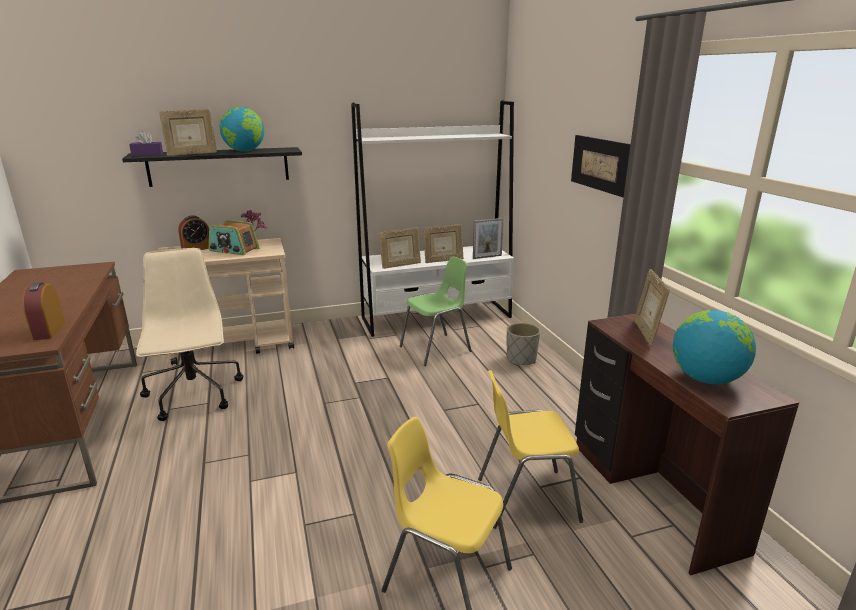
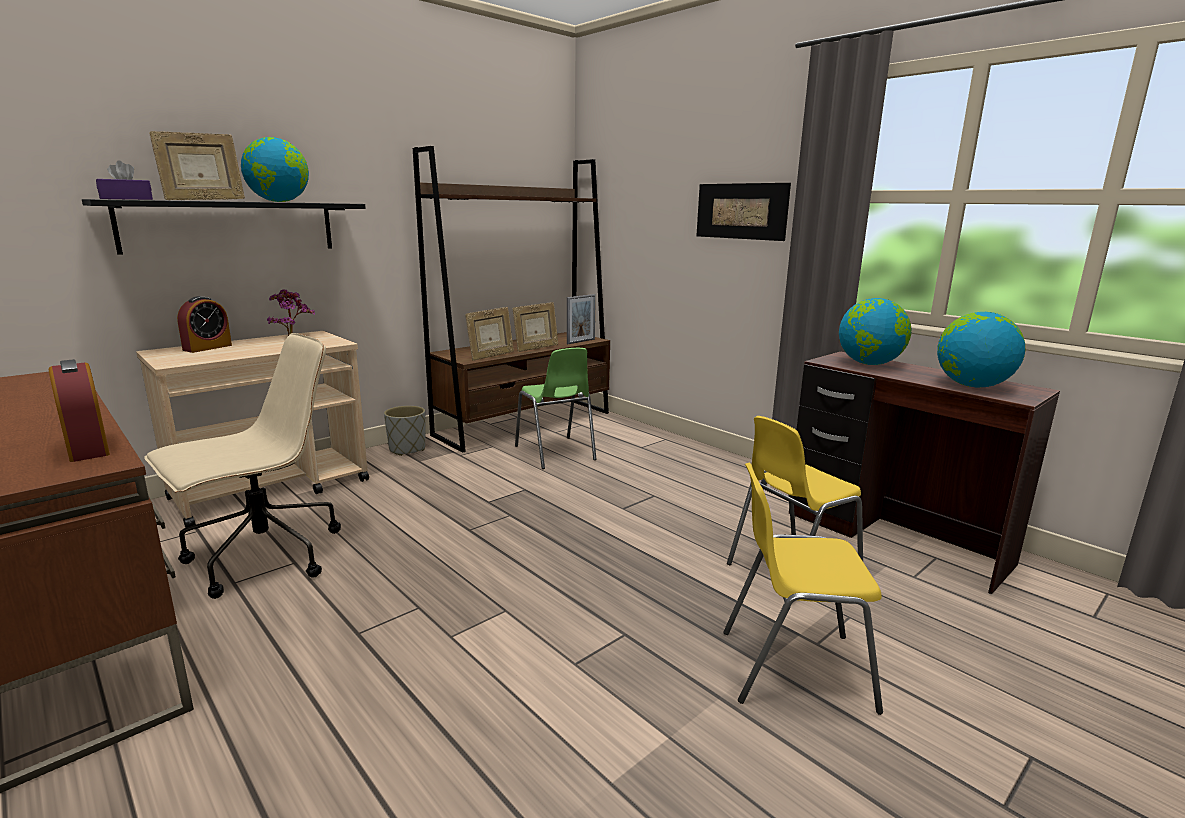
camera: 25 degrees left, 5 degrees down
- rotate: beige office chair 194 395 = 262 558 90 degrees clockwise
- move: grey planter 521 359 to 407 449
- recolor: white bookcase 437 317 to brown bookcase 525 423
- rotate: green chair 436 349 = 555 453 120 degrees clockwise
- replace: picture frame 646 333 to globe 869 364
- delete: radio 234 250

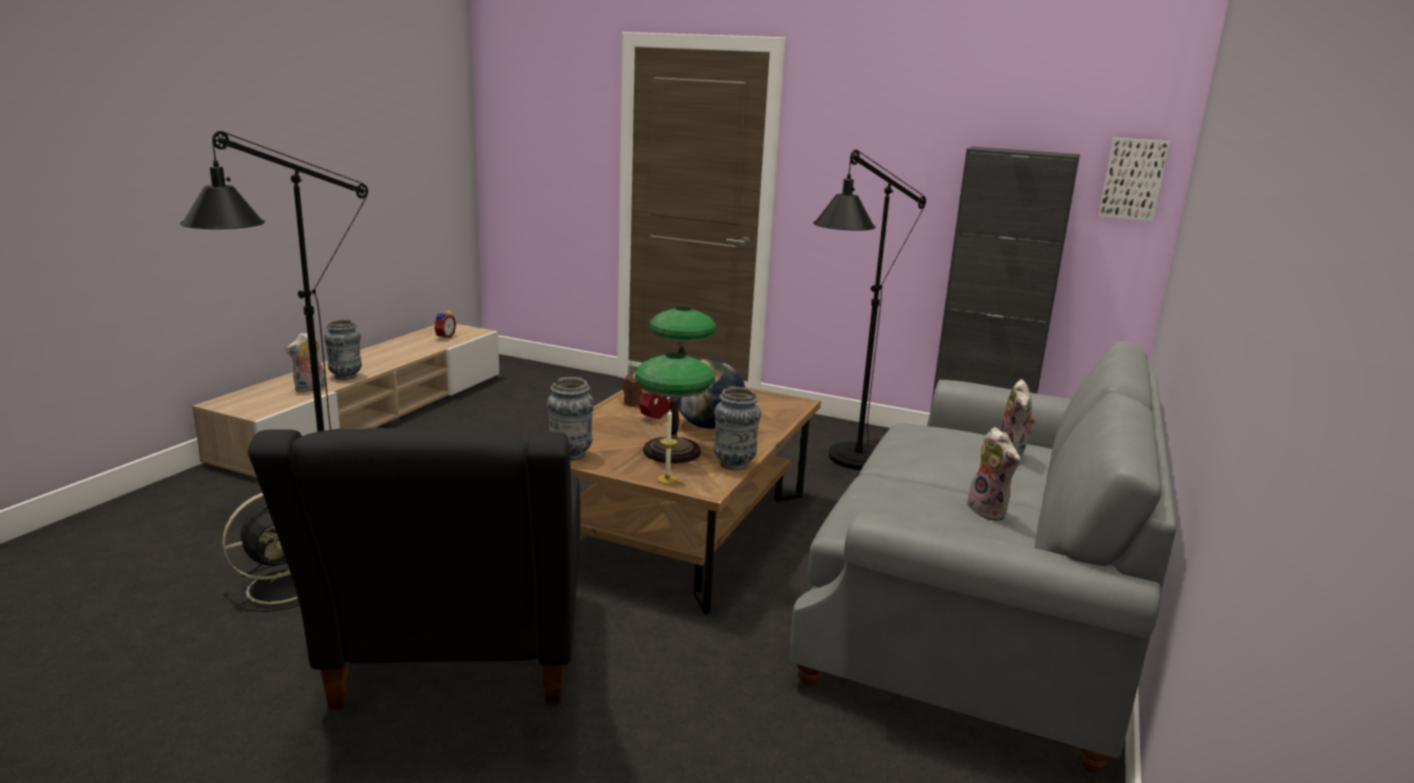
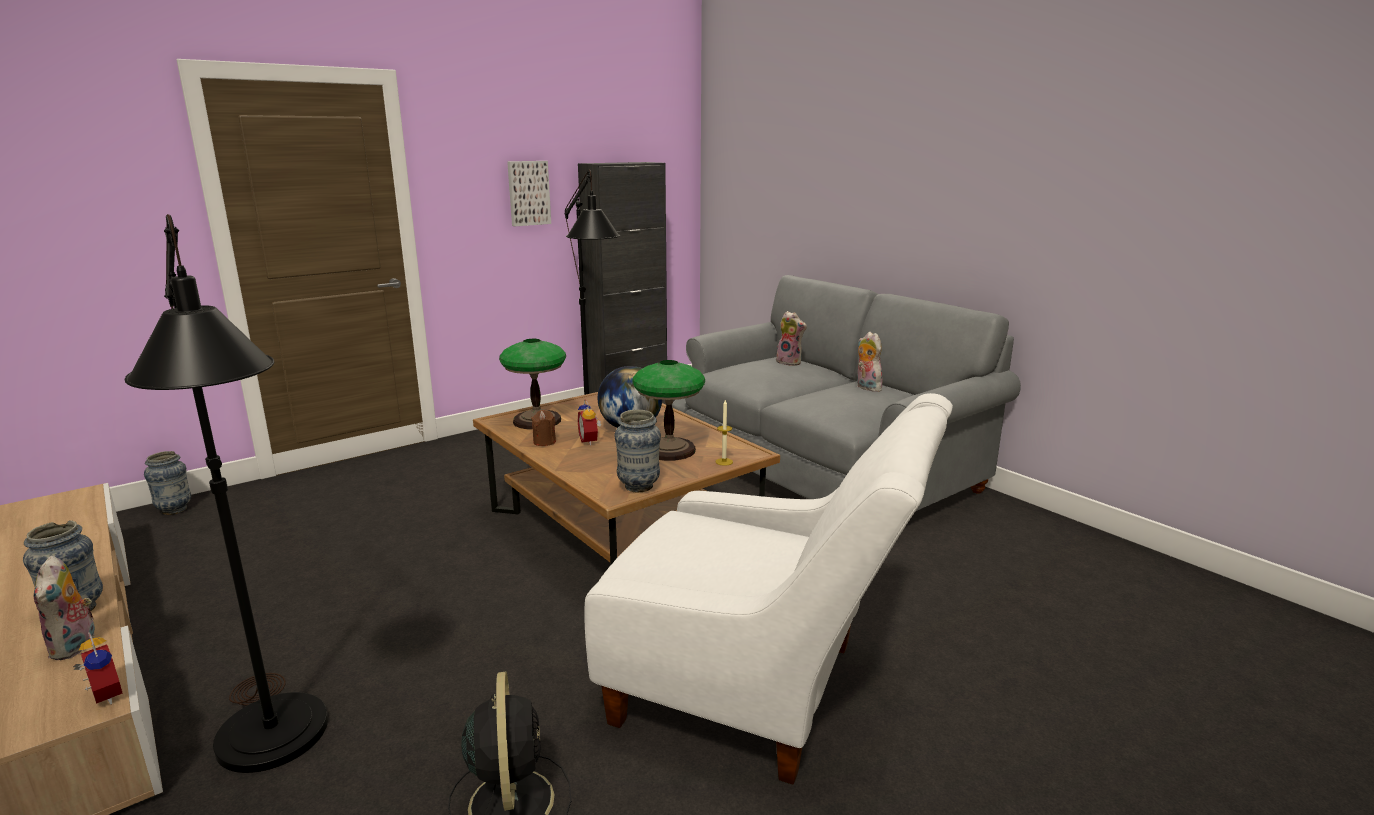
camera: 60 degrees left, 0 degrees up
- move: alarm clock 444 337 to 103 697
- move: vase 734 465 to 174 510
- move: picture 1133 179 to 528 193
- recolor: black armchair 456 664 to white armchair 760 690
- rotate: plush toy 989 511 = 866 388 120 degrees counterclockwise

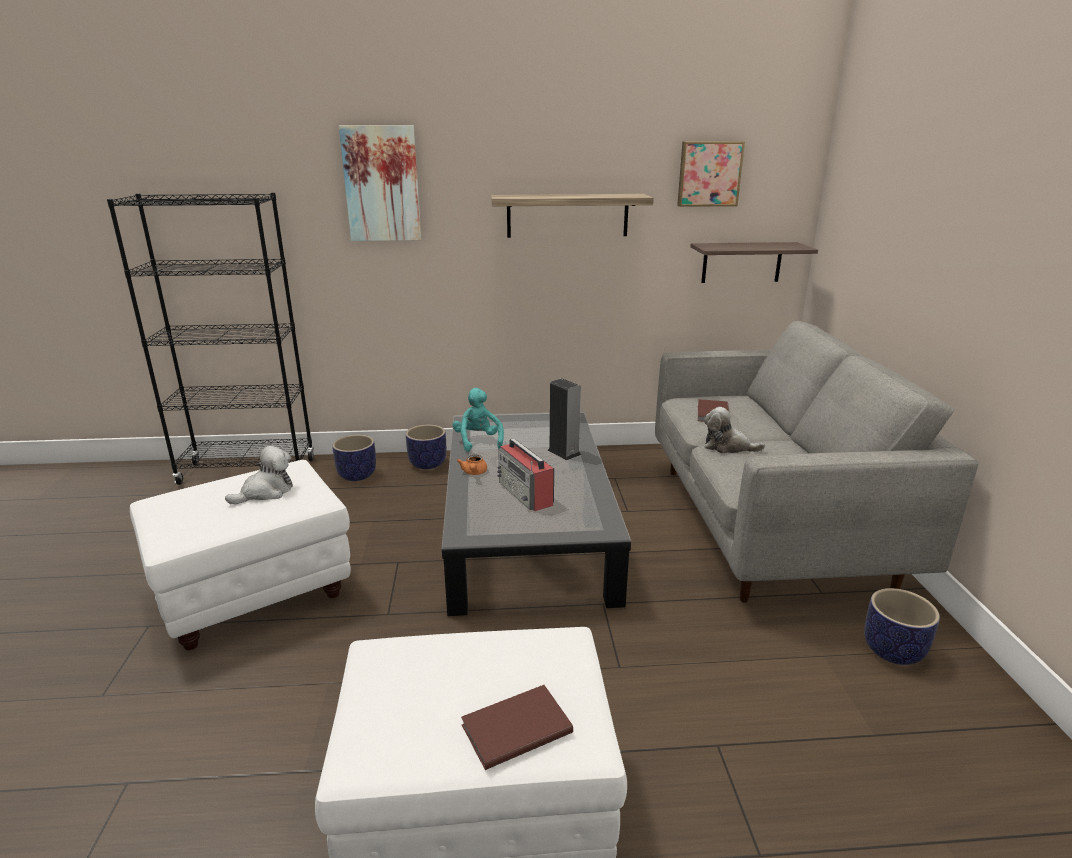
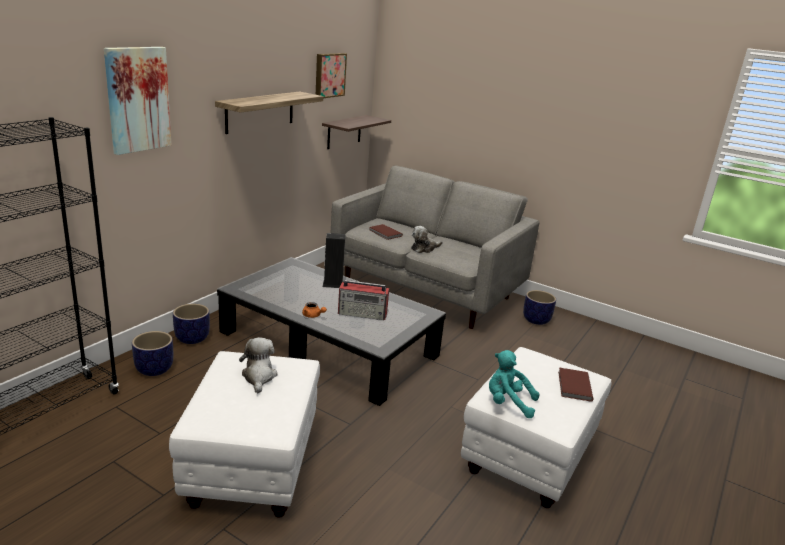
camera: 55 degrees left, 0 degrees up
- move: turquoise plush toy 478 441 to 508 403

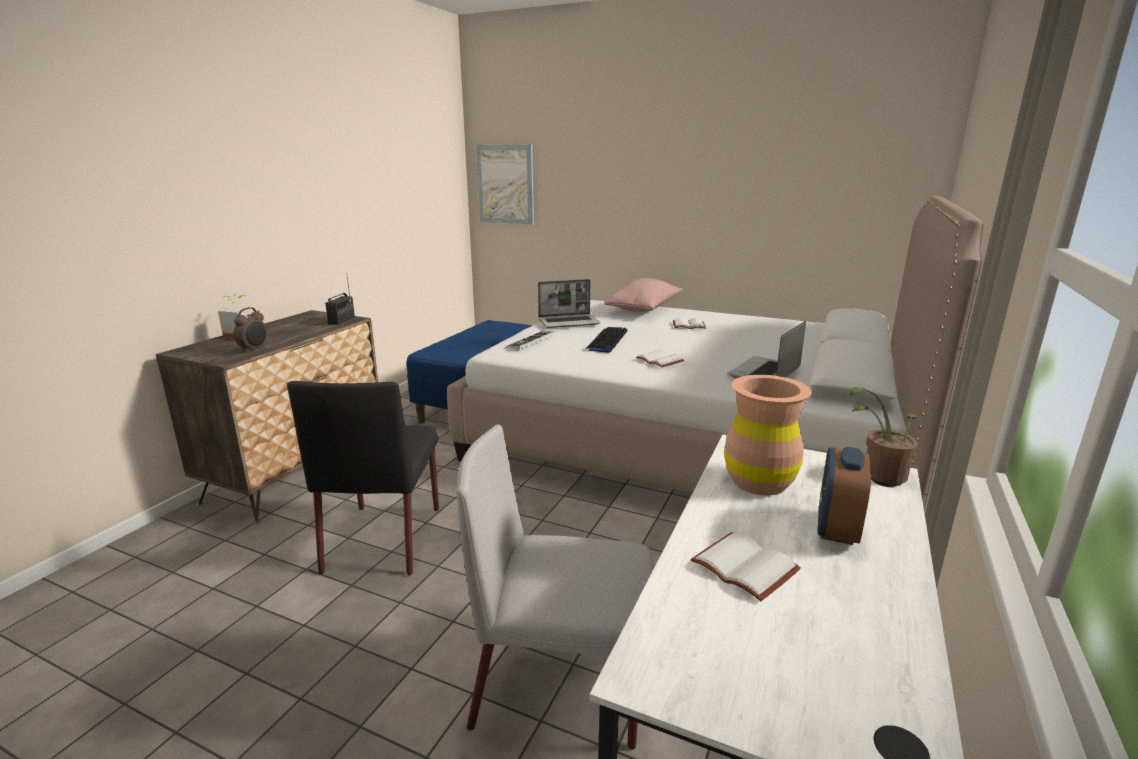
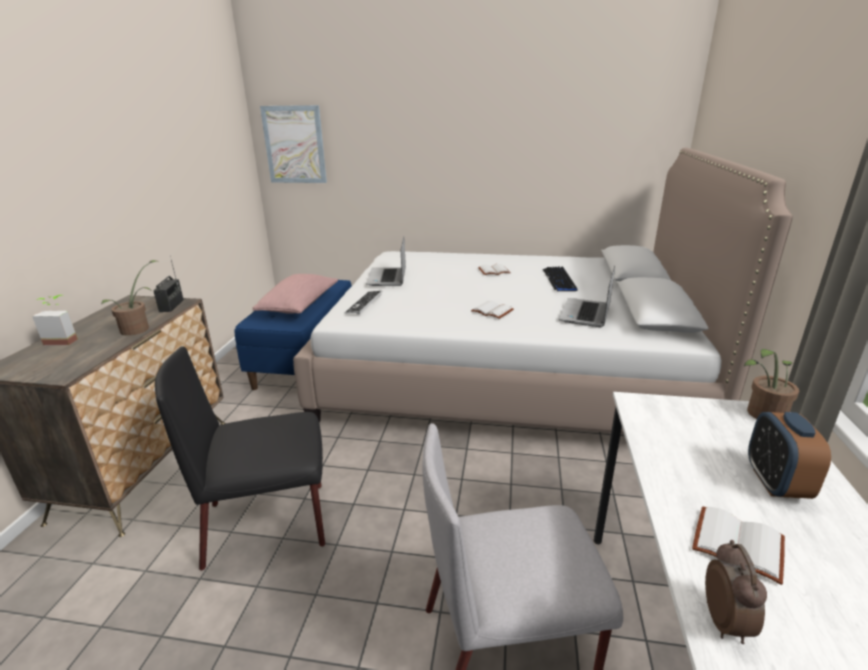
camera: 15 degrees left, 5 degrees up
- insert: potted plant 139 328
- rotate: black chair 384 537 = 269 523 90 degrees clockwise
- move: pink pillow 644 309 to 300 306
- rotate: laptop 569 322 = 387 278 120 degrees clockwise
- move: keyboard 607 341 to 559 280
- move: alarm clock 254 350 to 725 622
- delete: brown vase 759 482

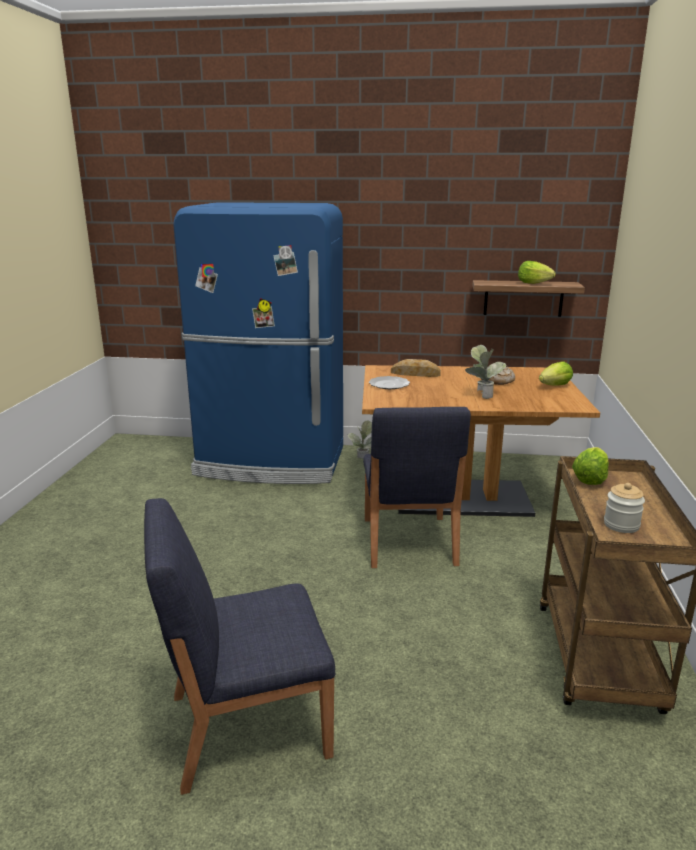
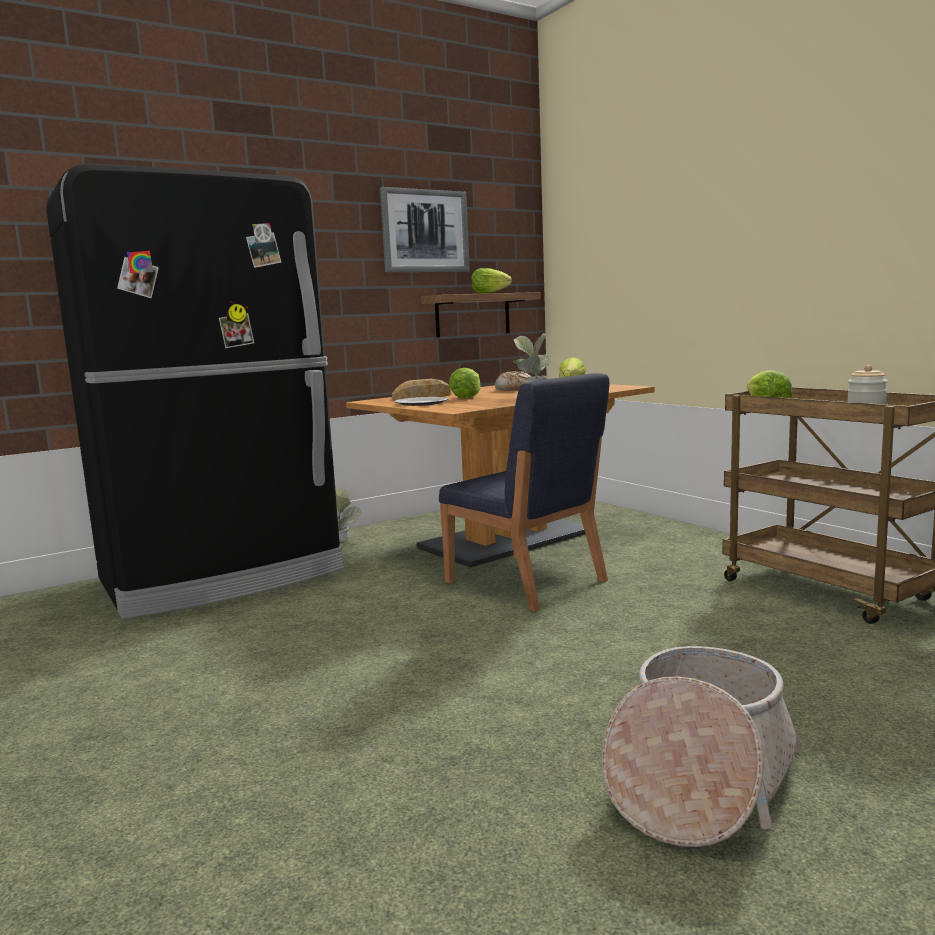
camera: 40 degrees left, 10 degrees down
- recolor: blue fridge 271 462 to black fridge 224 576
- insert: picture 425 231
- insert: lettuce 466 397
- replace: blue chair 246 725 to basket 699 780

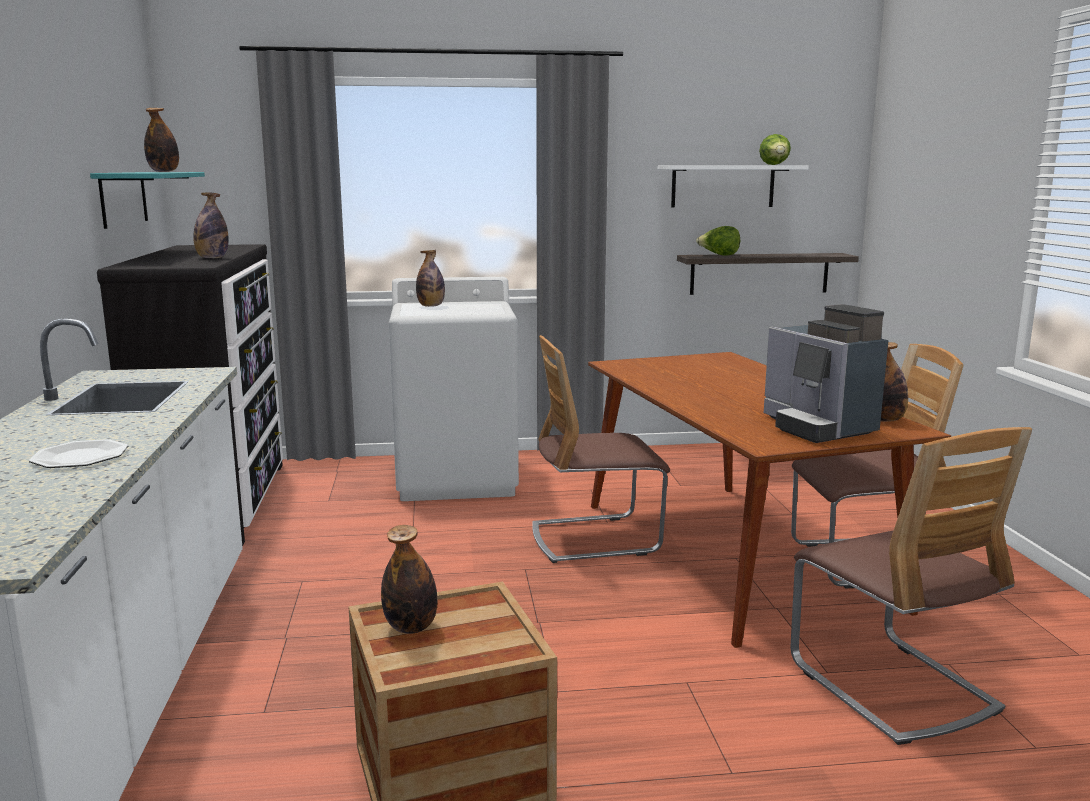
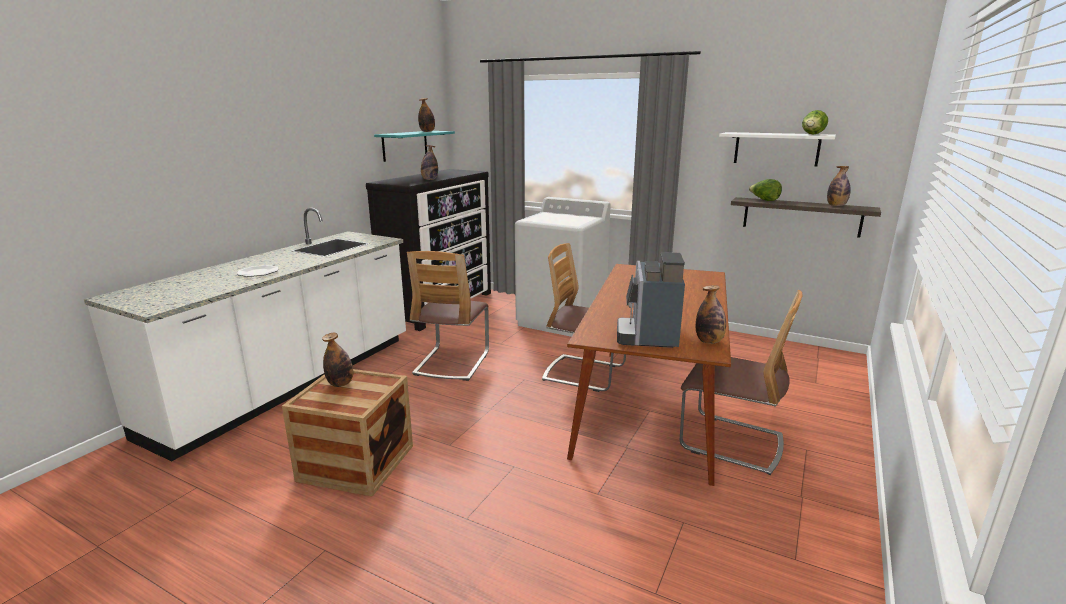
camera: 35 degrees right, 5 degrees up
- move: chair 891 686 to 452 363
- move: bottle 431 306 to 836 206

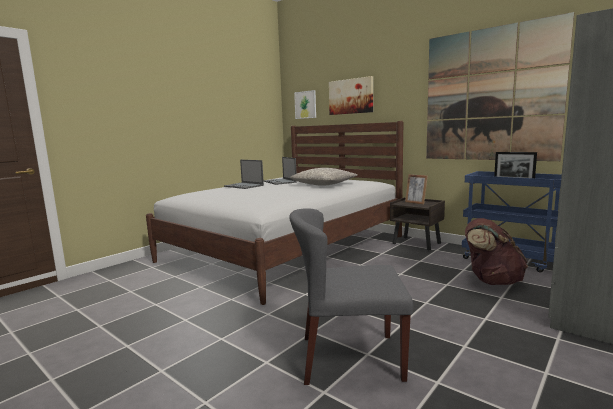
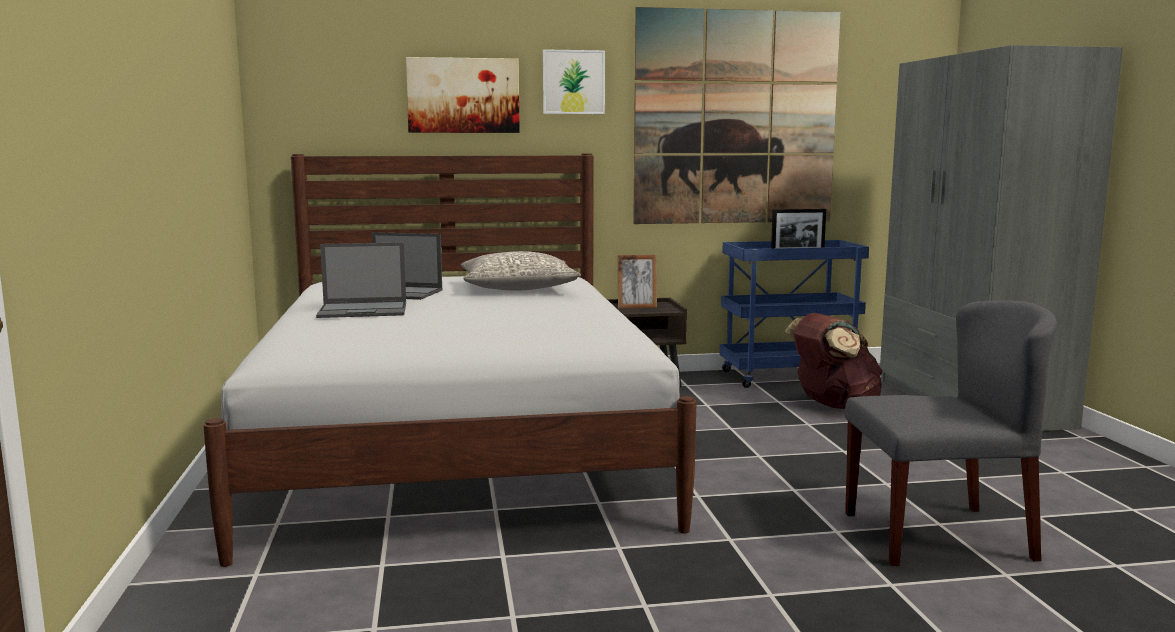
camera: 50 degrees left, 0 degrees up
- move: picture 305 105 to 573 82
- rotate: grey chair 349 358 = 938 535 135 degrees counterclockwise

